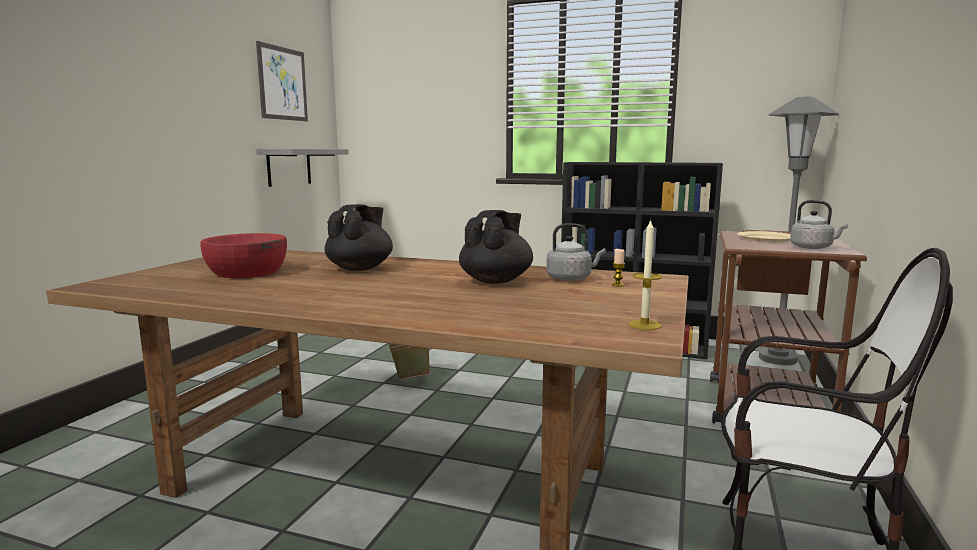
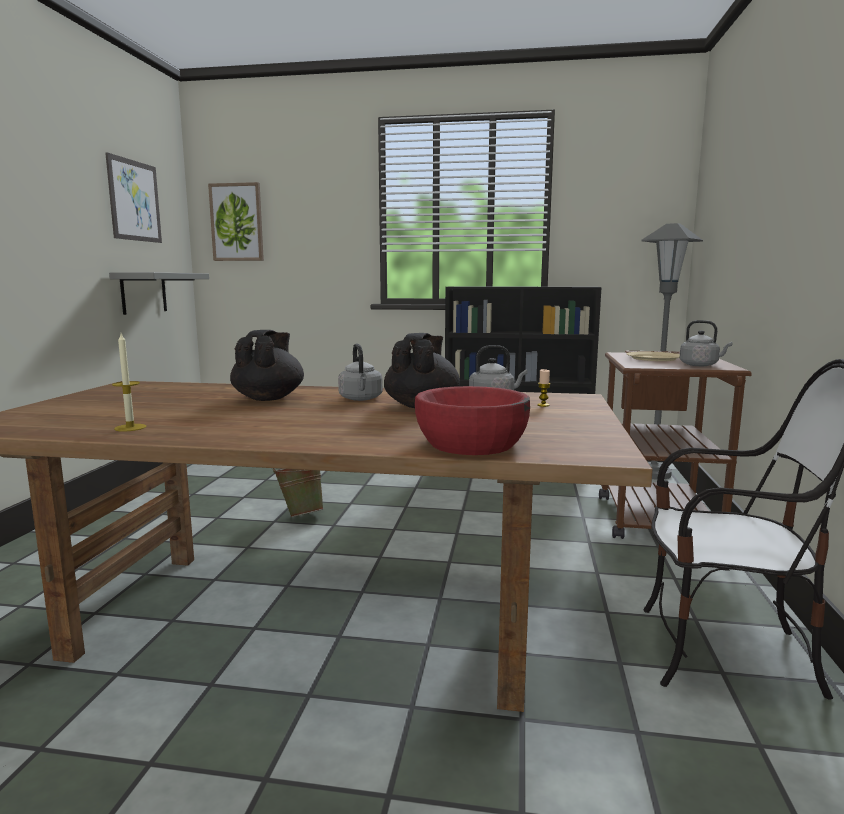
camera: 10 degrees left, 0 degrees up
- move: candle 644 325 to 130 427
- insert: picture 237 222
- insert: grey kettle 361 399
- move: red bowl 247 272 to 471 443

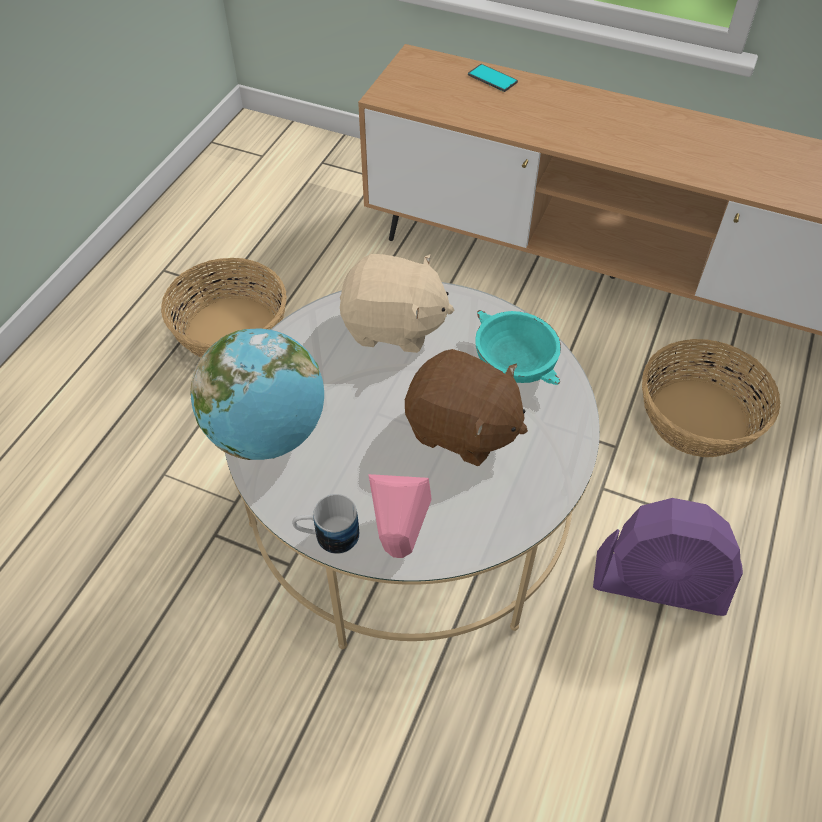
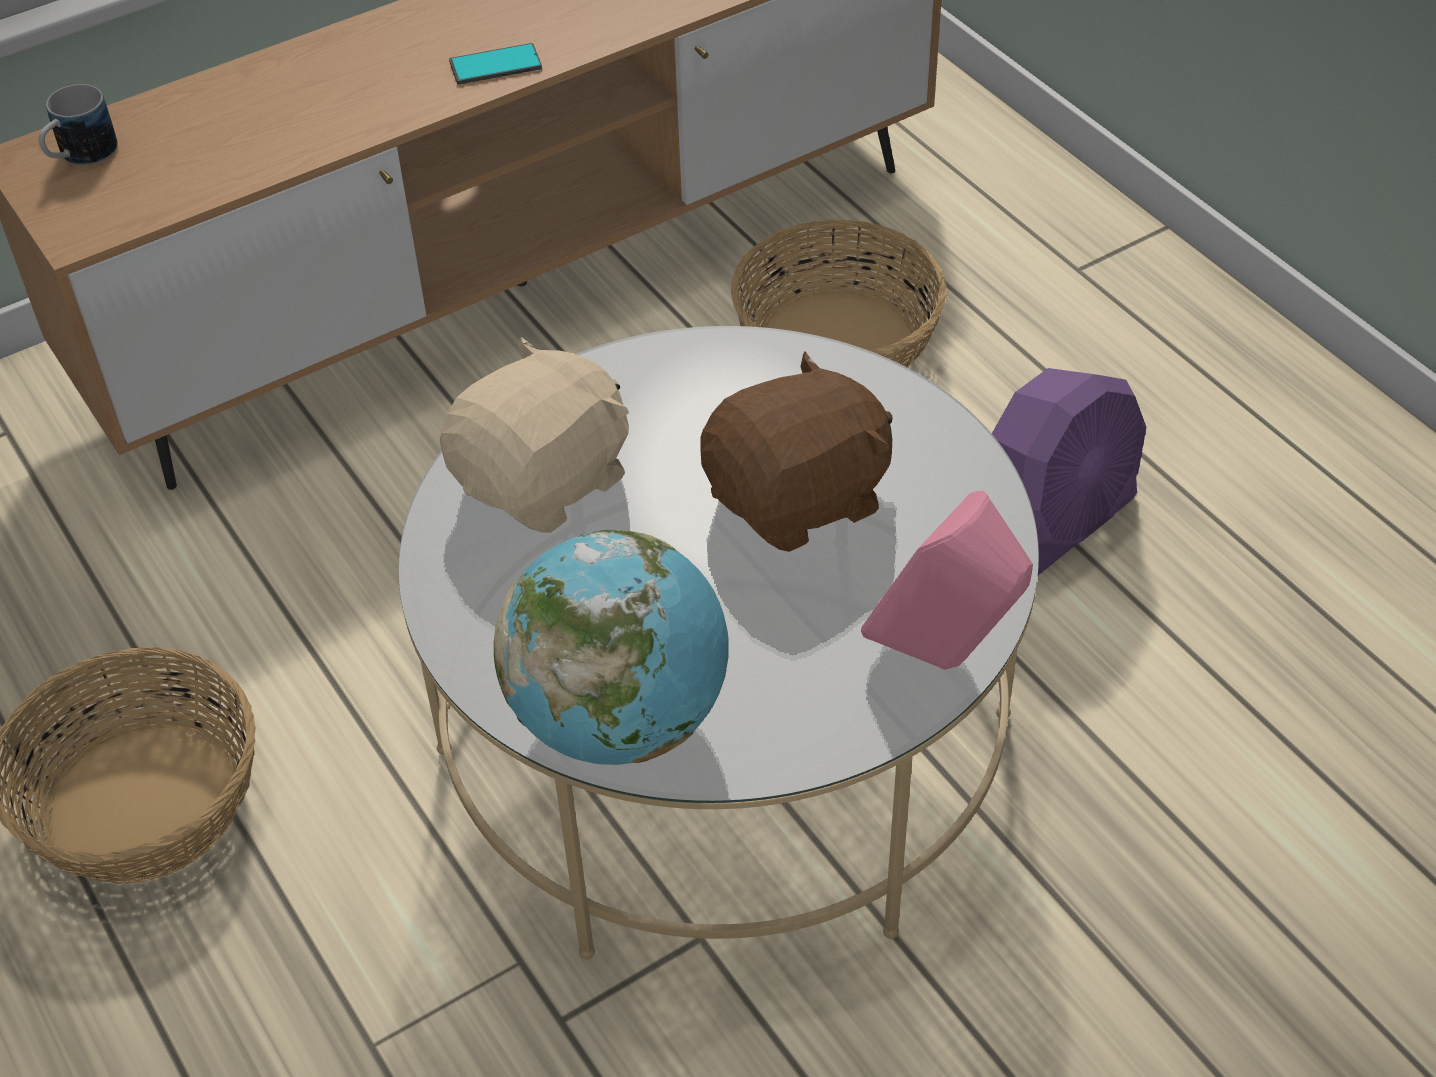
camera: 55 degrees left, 5 degrees down
- move: mug 327 536 to 80 156
- move: phone 492 78 to 495 65
- delete: turquoise bowl 516 362

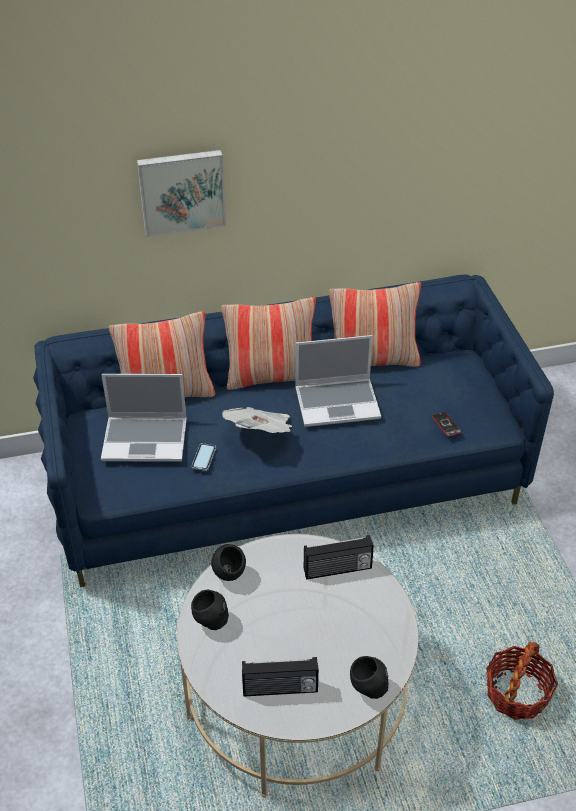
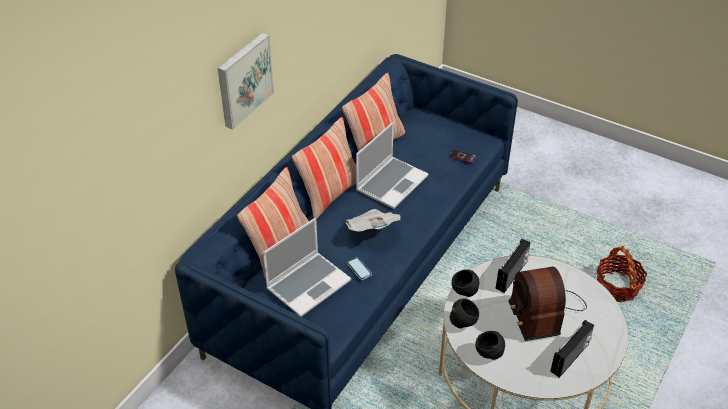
camera: 45 degrees left, 0 degrees up
- move: black bowl 368 689 to 464 293
- insert: radio 543 310

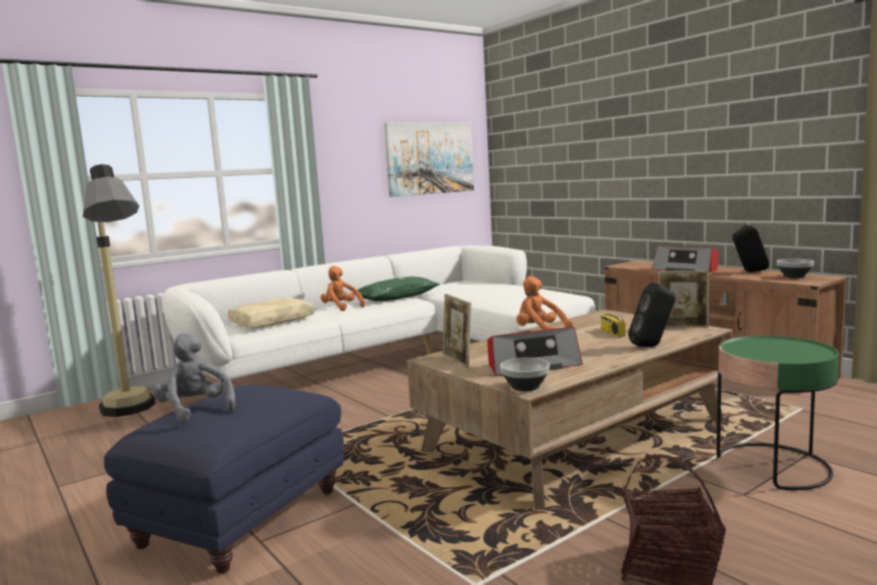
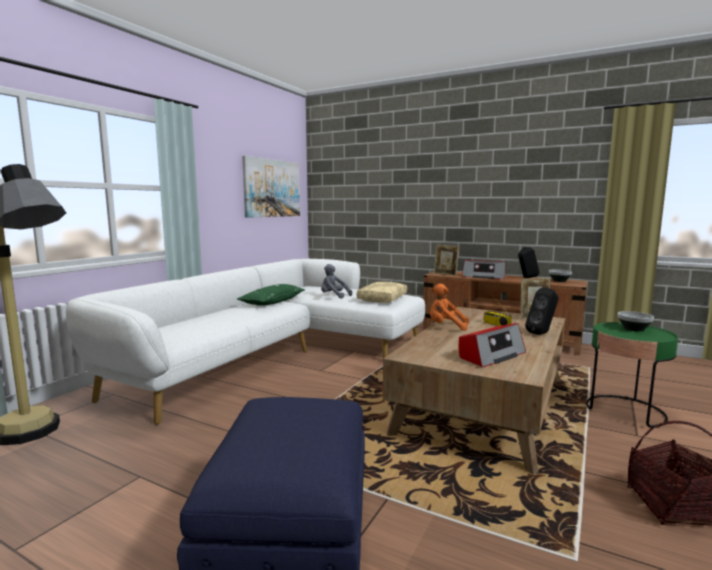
camera: 25 degrees left, 0 degrees up
- move: grey plush toy 195 410 to 333 296
- move: beige pillow 272 321 to 382 298
- move: picture frame 457 360 to 445 274
- move: bowl 524 387 to 633 329
- delete: orange plush toy 341 308

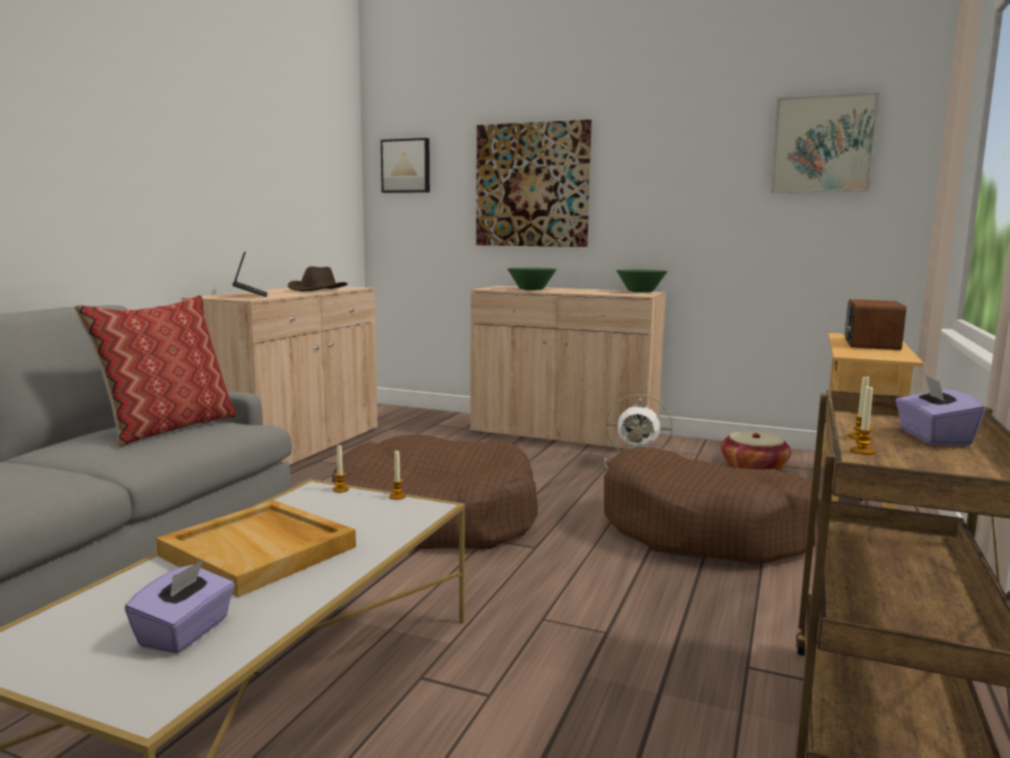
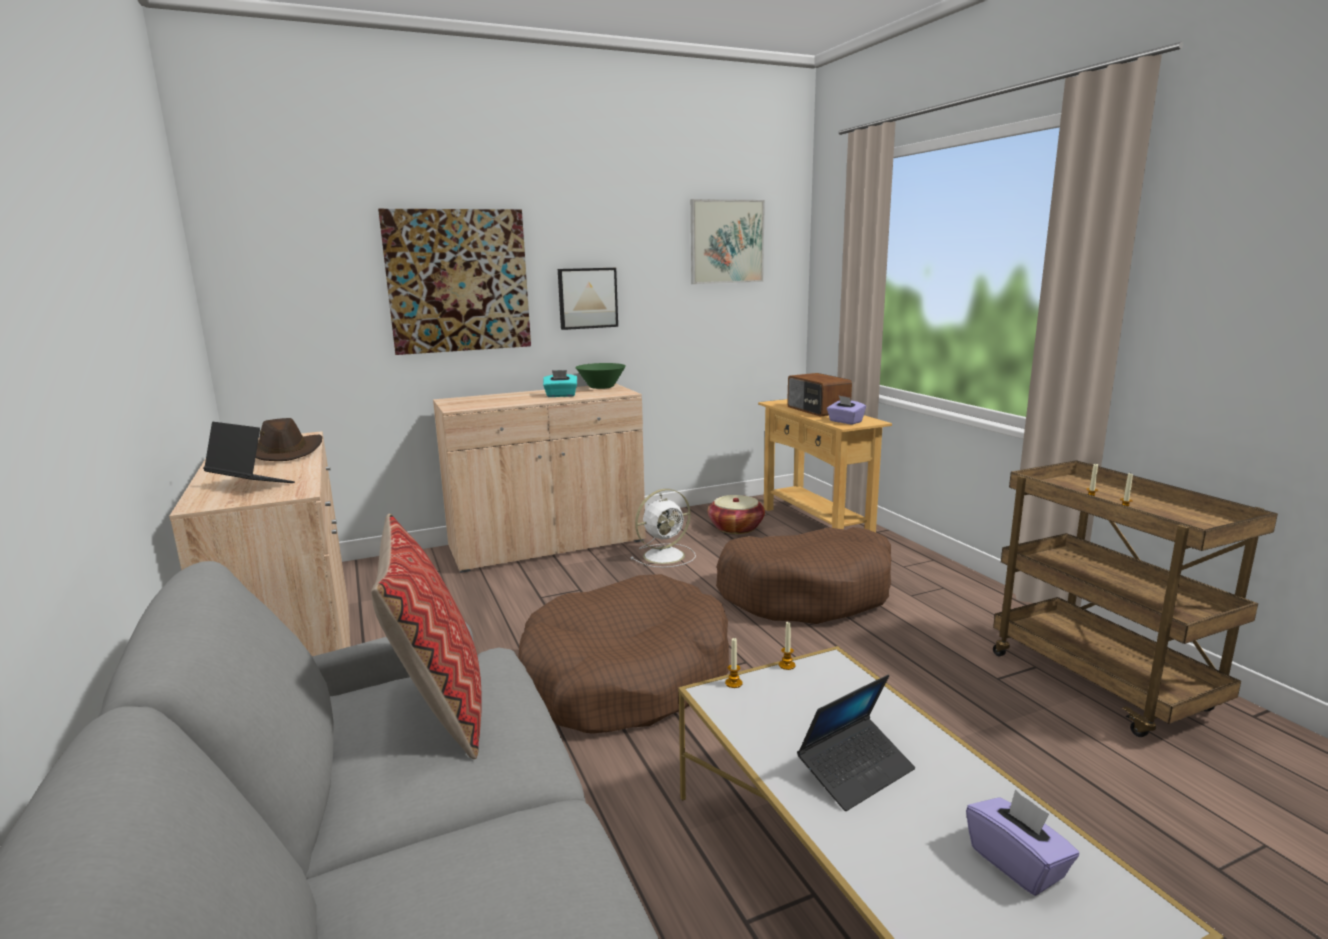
camera: 45 degrees left, 5 degrees up
- insert: turquoise tissue box 561 395
- move: picture 406 166 to 587 298
- replace: beige tray 260 551 to laptop 856 771
- move: purple tissue box 933 438 to 845 421
- delete: green bowl 531 289

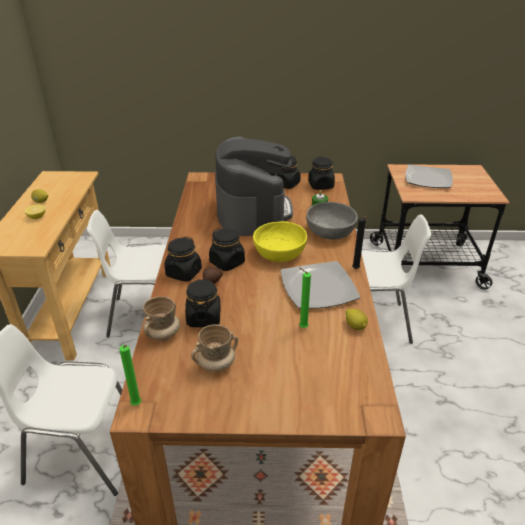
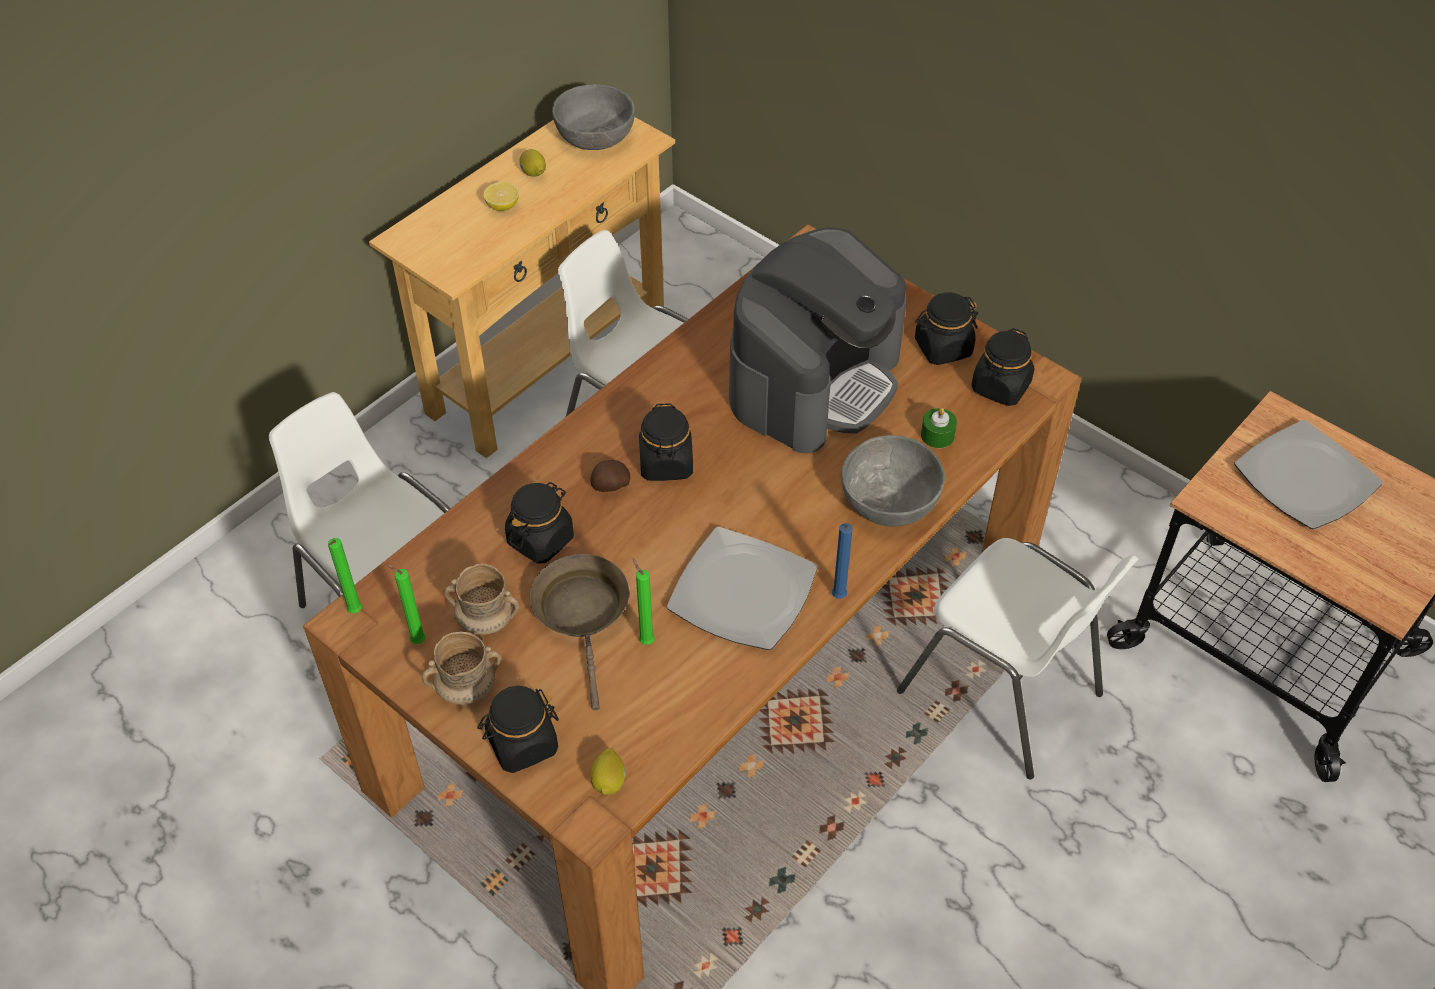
camera: 40 degrees right, 15 degrees up
- insert: green candle 416 640
- move: beige mug 163 334 to 466 689
- move: black jar 183 273 to 522 744
- insert: brown frying pan 583 614
- insert: grey bowl 595 134
- move: lemon 355 326 to 609 781
- recolor: black candle 356 269 to blue candle 838 598
- delete: yellow bowl 279 253

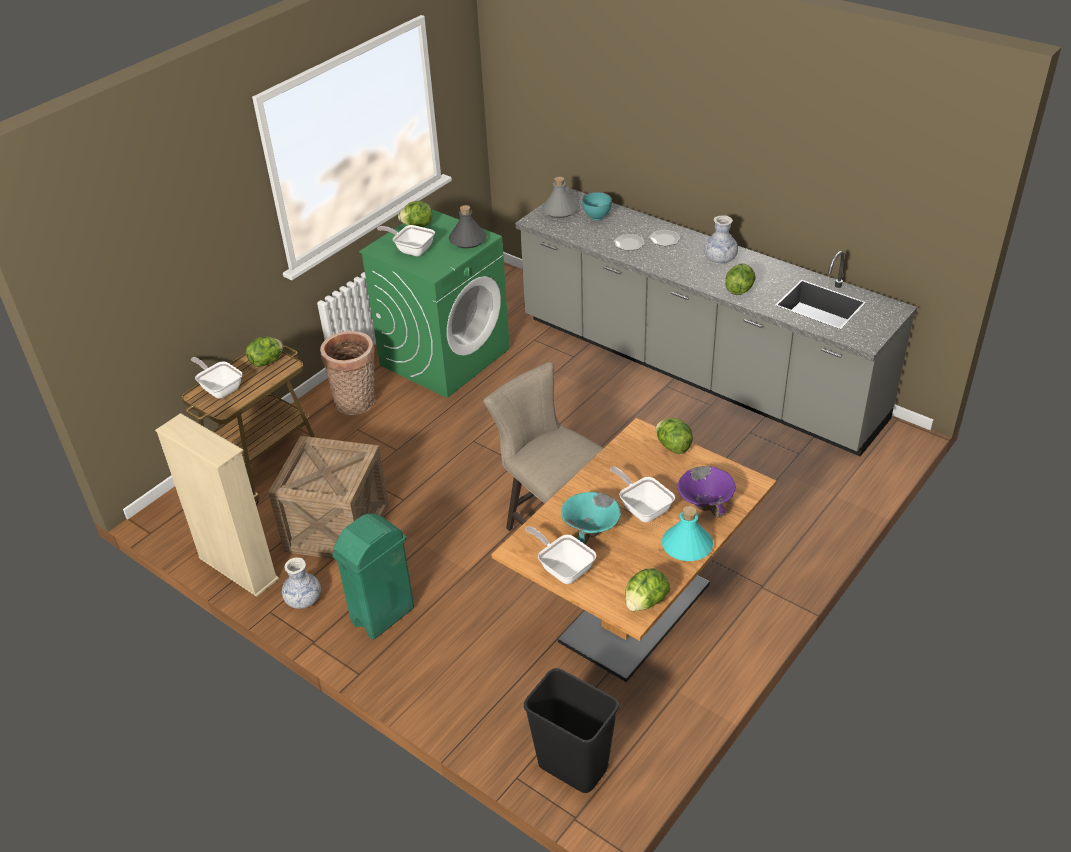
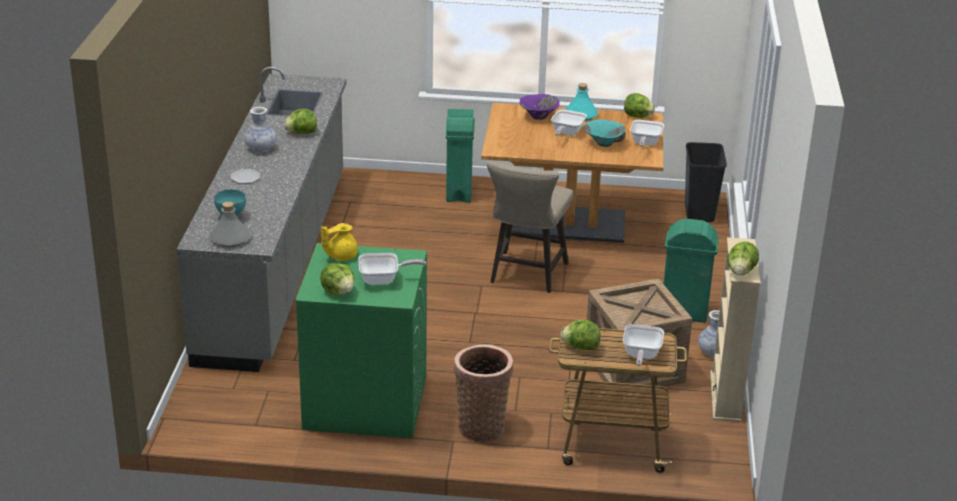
camera: 125 degrees left, 10 degrees down
- replace: grey bottle 468 240 to yellow teapot 340 256
- rotate: frying pan 411 249 = 383 280 90 degrees counterclockwise
- insert: green trash can 458 193
- move: lettuce 672 446 to 741 272
- delete: plate 629 244

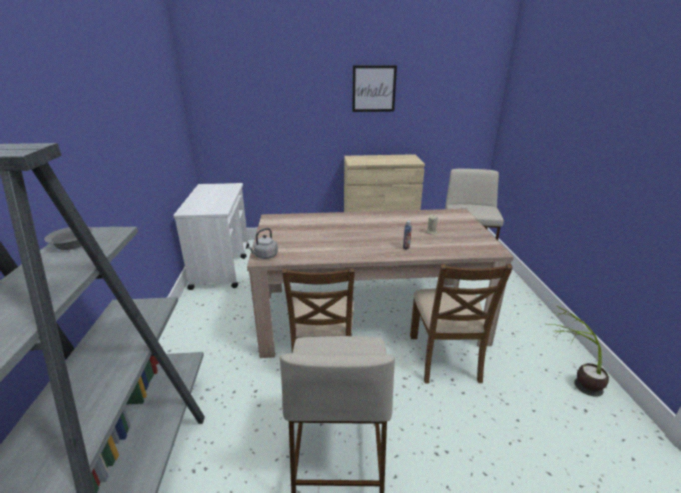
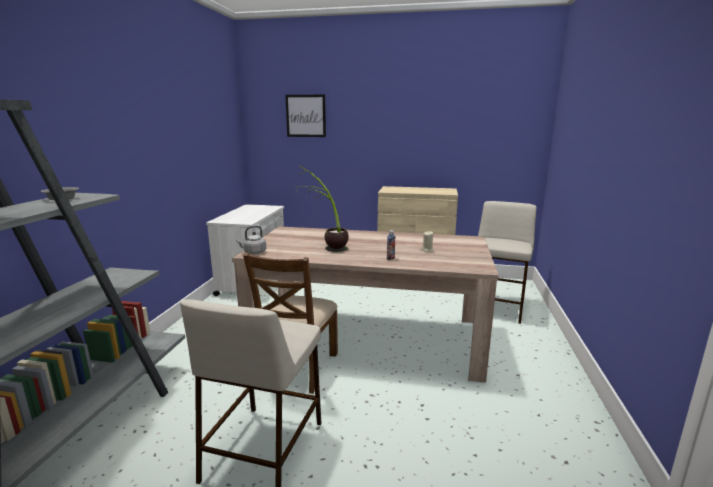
camera: 15 degrees right, 10 degrees down
- move: picture 374 89 to 306 116
- move: potted plant 571 382 to 325 246
- delete: brown chair 445 358

